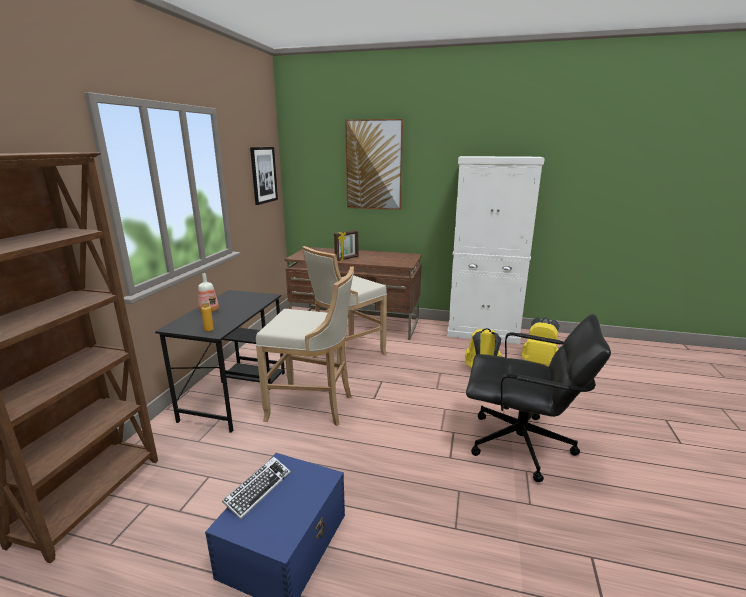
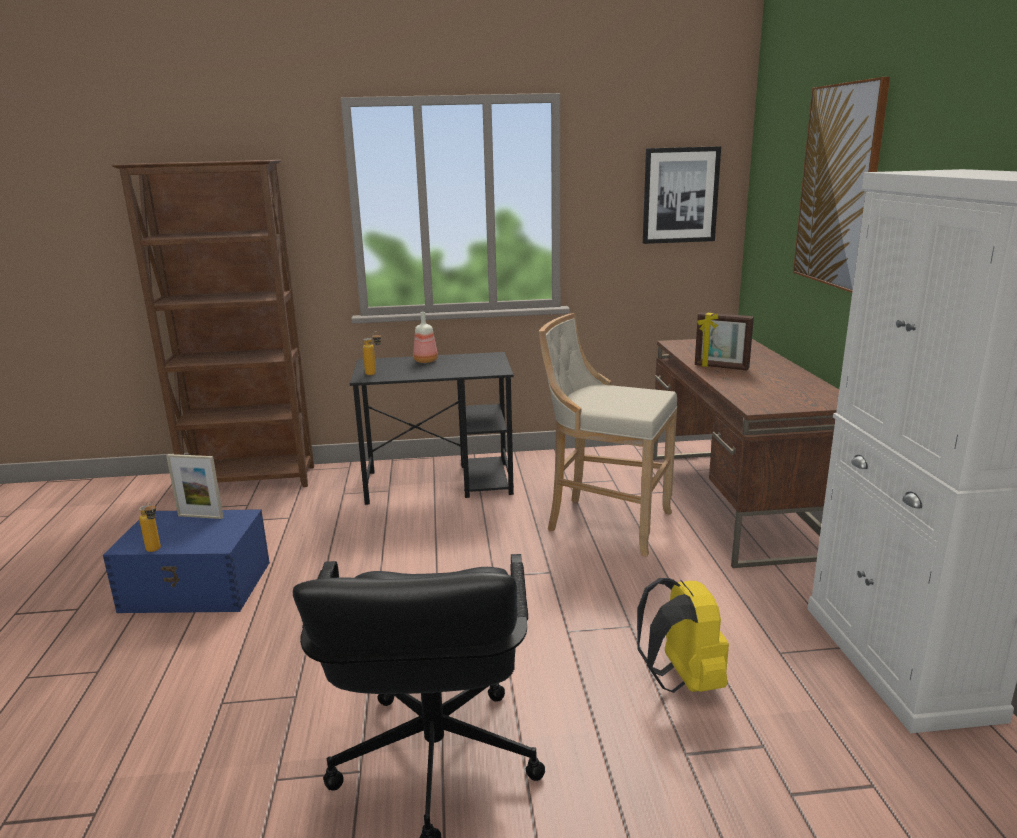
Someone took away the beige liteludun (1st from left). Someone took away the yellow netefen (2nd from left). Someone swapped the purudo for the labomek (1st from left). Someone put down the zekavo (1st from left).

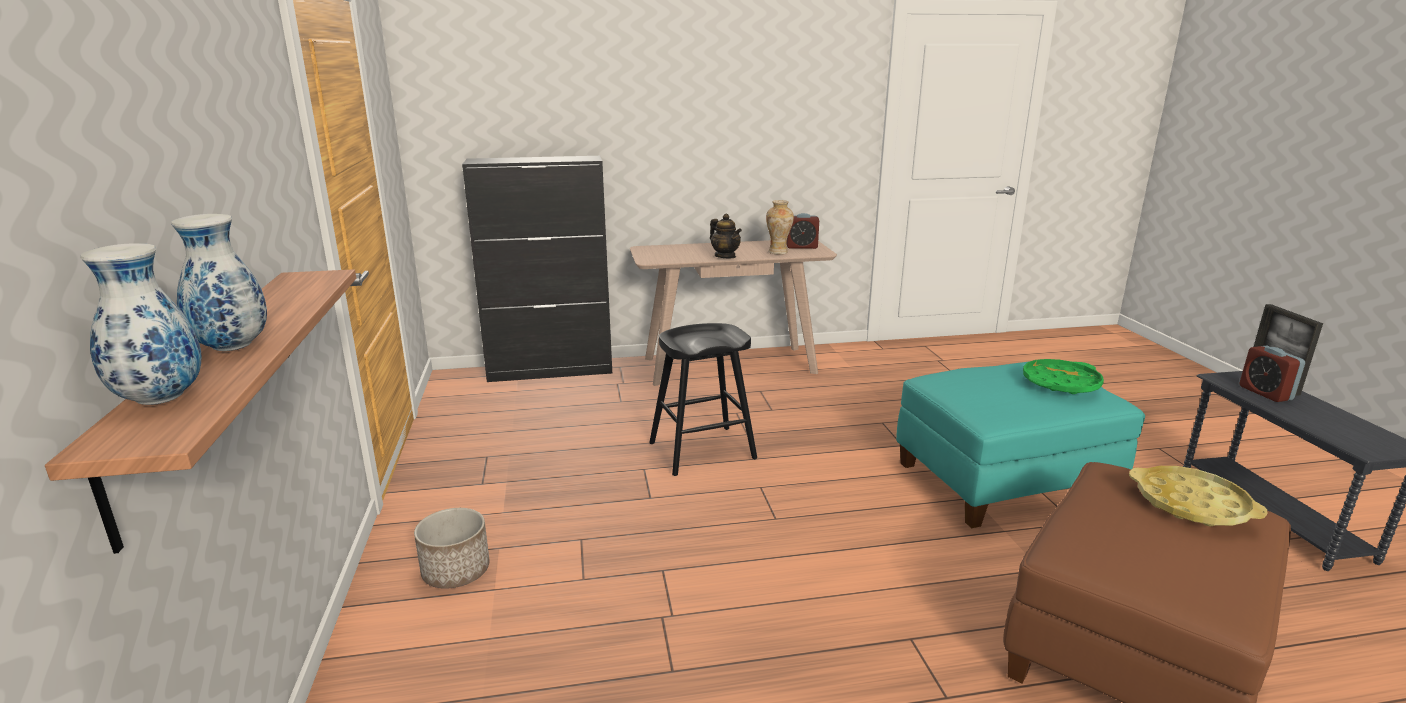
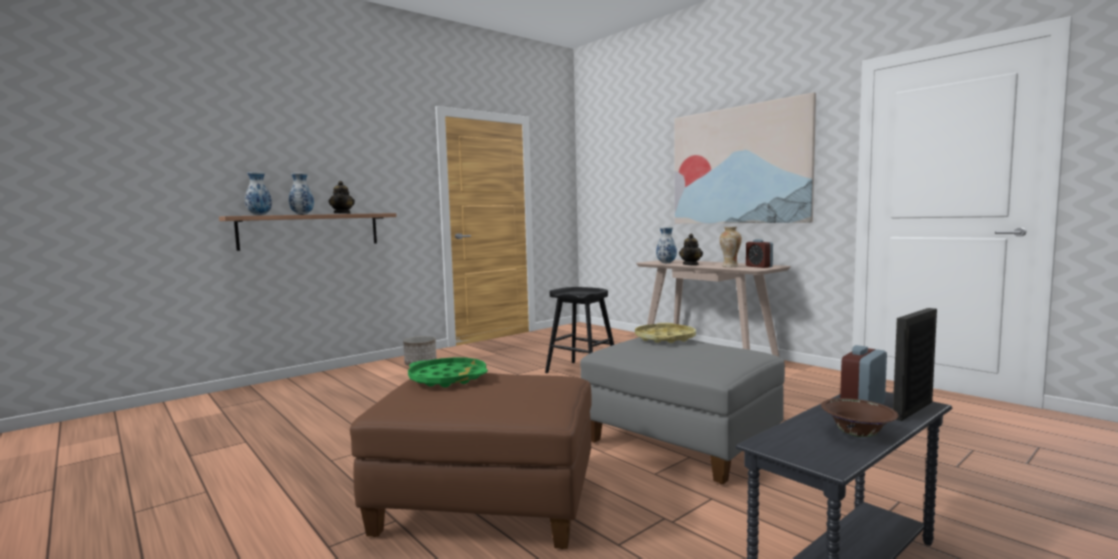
Someone took away the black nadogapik. Someone carried the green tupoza. Someone repainted the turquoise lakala, which became the grey lakala. Someone carried the yellow tupoza. Someone put up the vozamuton. Someone put down the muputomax (1st from left). Someone put down the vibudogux (3rd from left). Someone put down the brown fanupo.

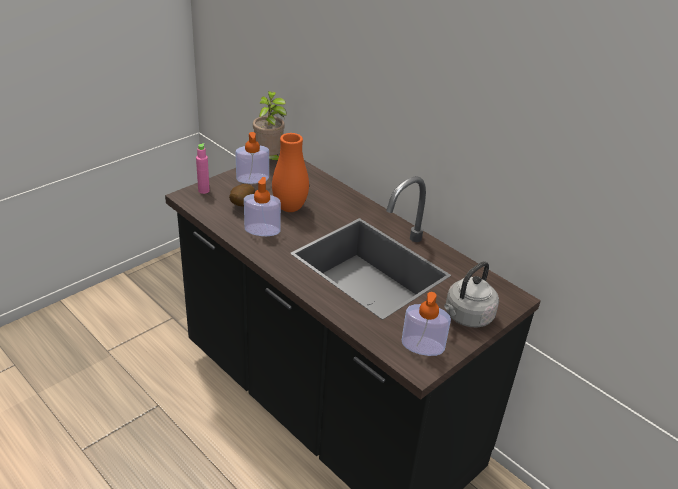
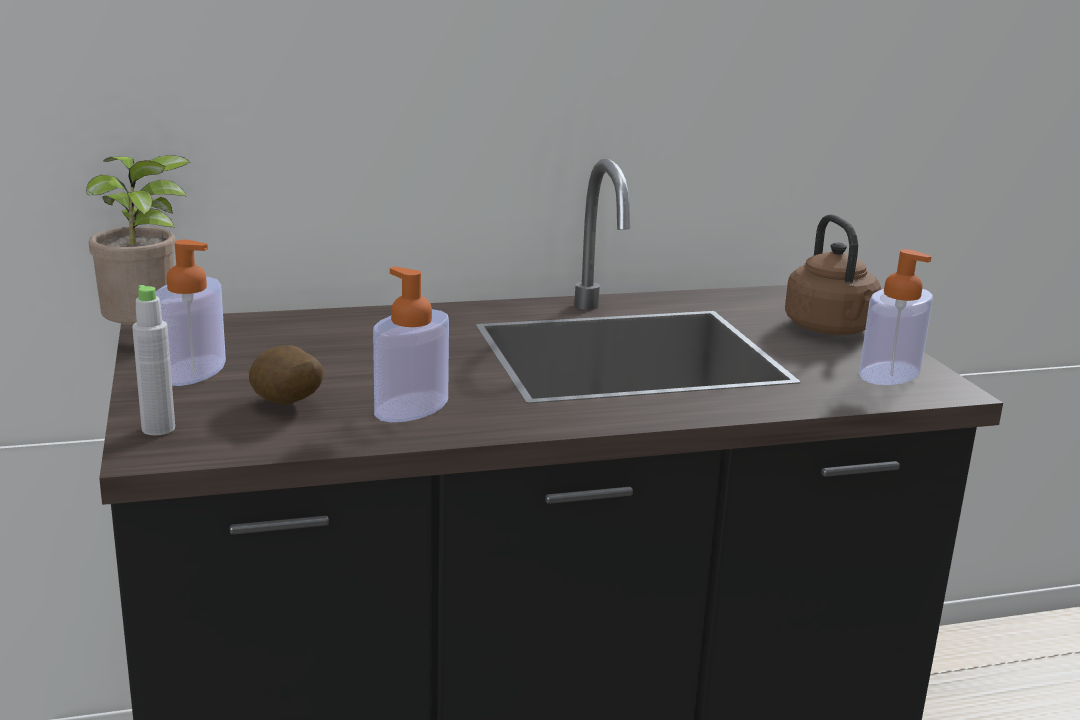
Someone took away the orange vibudogux. Someone repainted the pink zekavo, which became the grey zekavo. Someone repainted the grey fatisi, which became the brown fatisi.

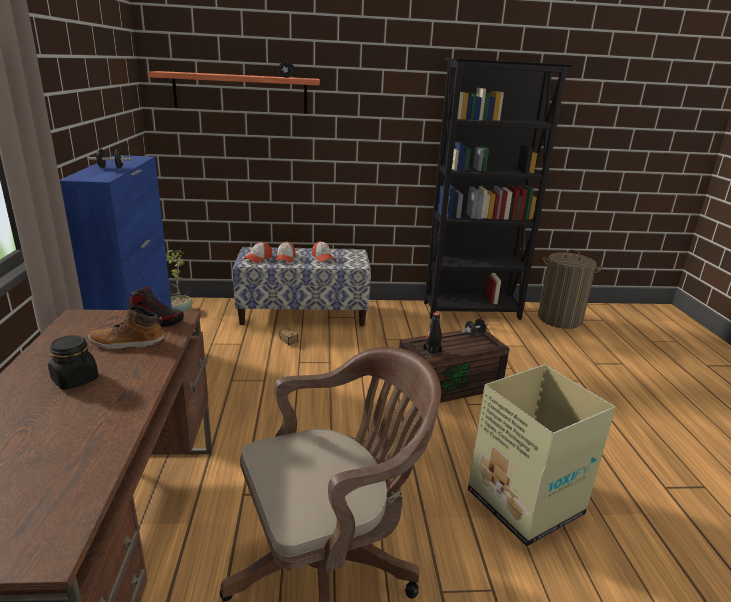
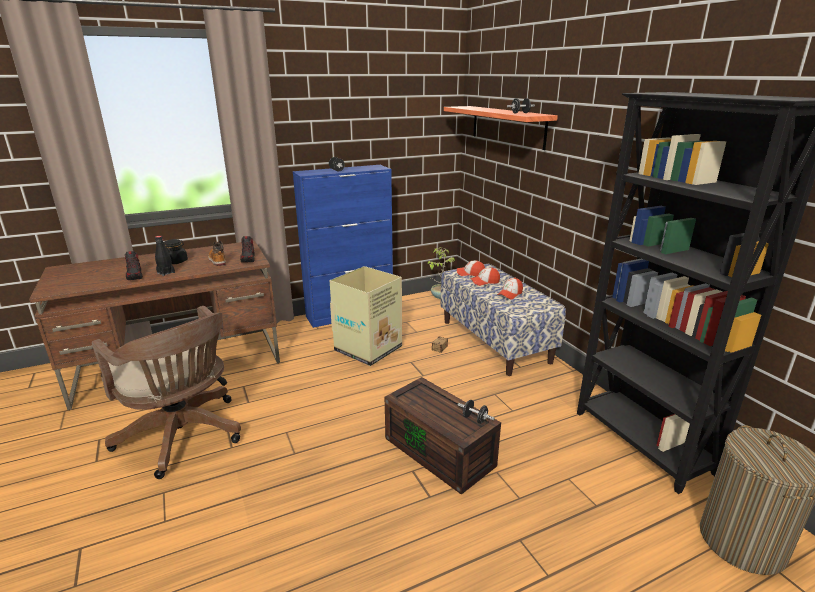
Someone carried the black zekavo. Someone carried the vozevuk. Someone put down the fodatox (1st from left).

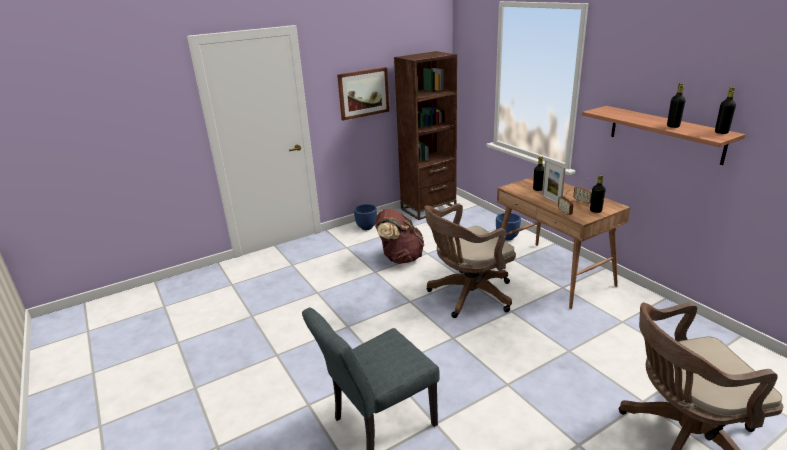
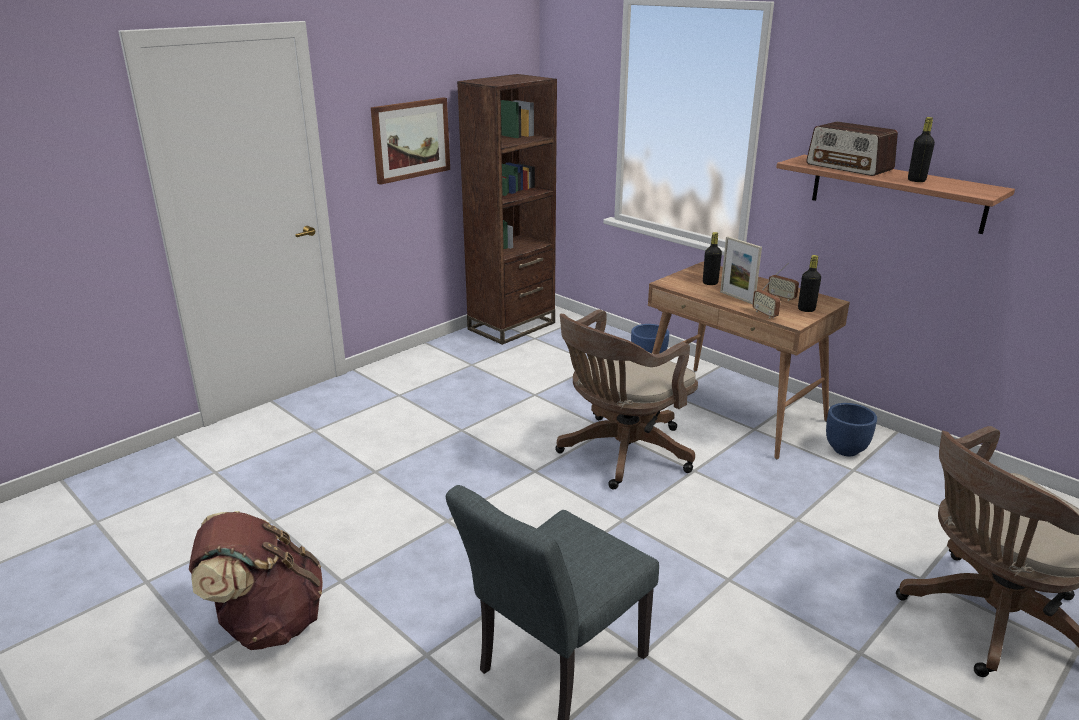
Someone took away the black zekavo (4th from left). Someone carried the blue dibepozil (1st from left in the first image). Someone carried the brown netefen. Someone put down the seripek (3rd from left).

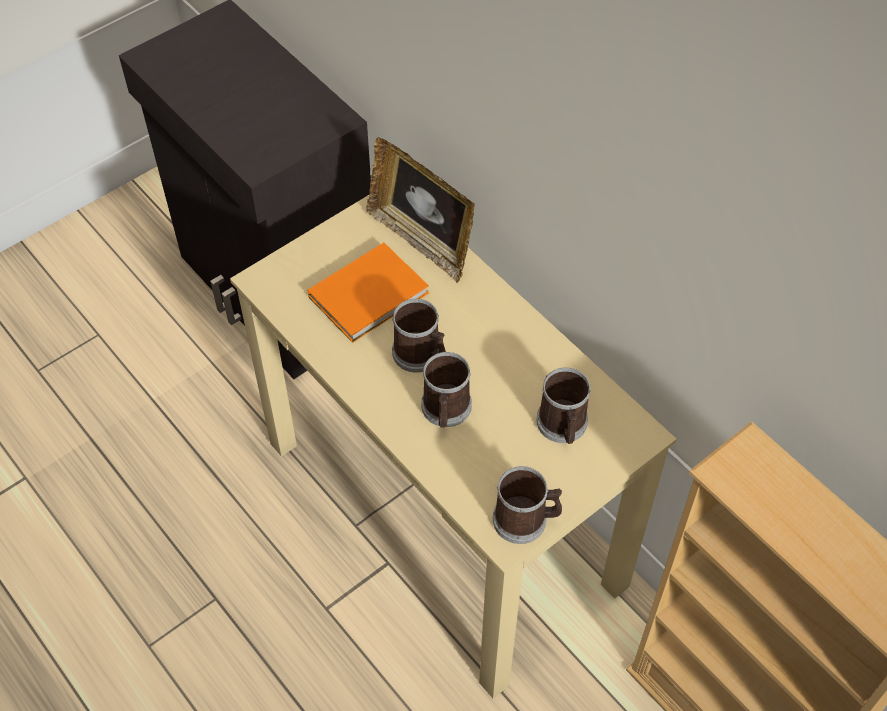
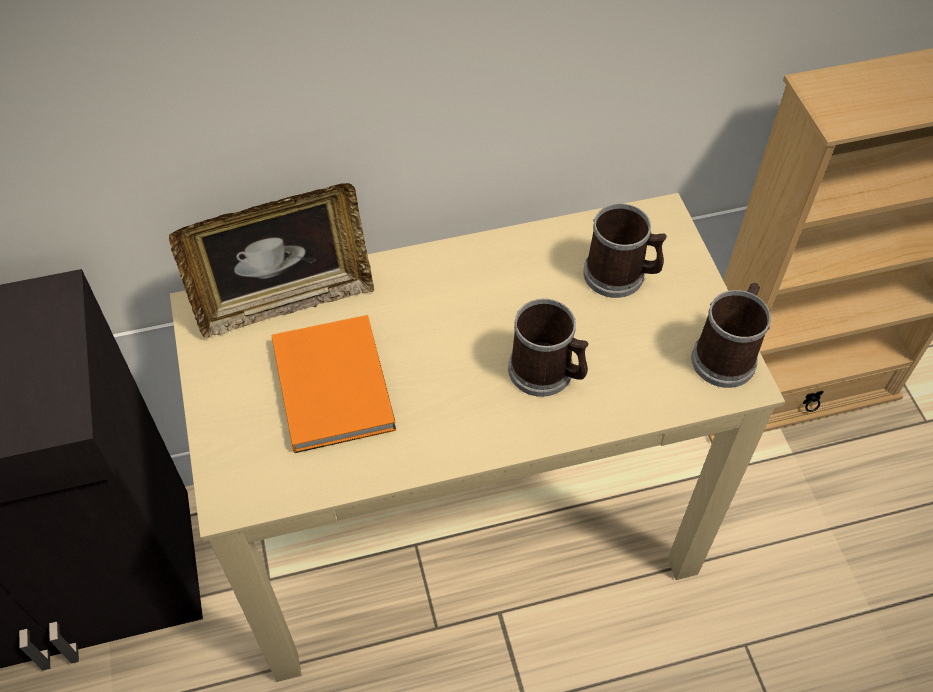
Someone took away the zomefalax (1st from left).

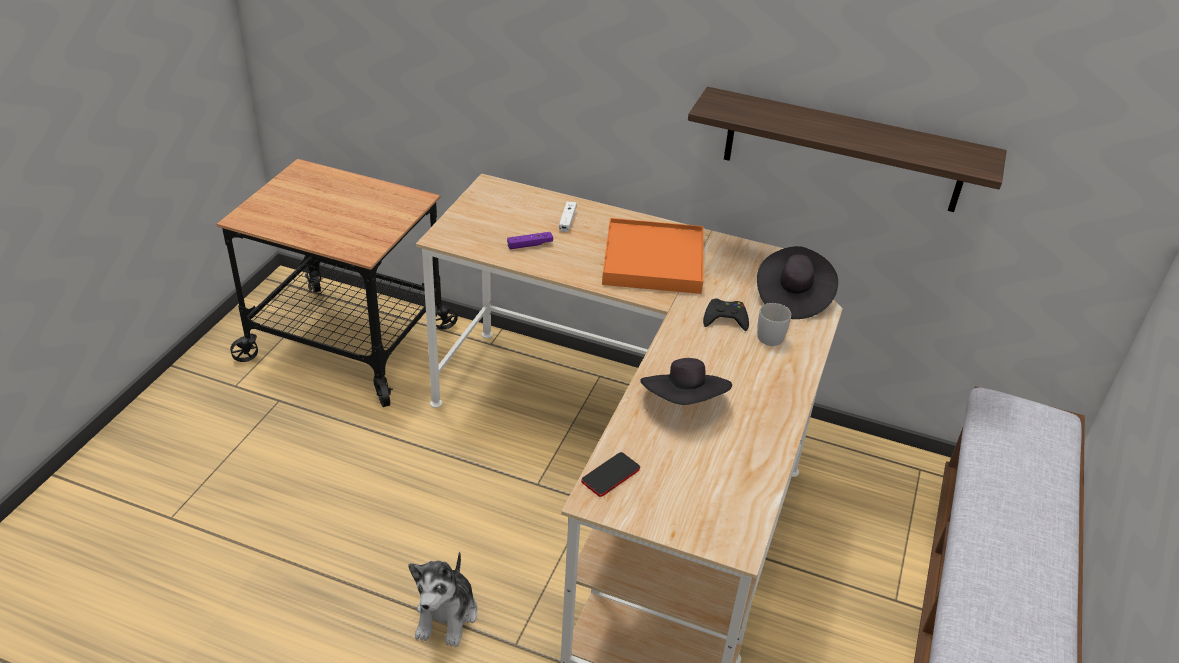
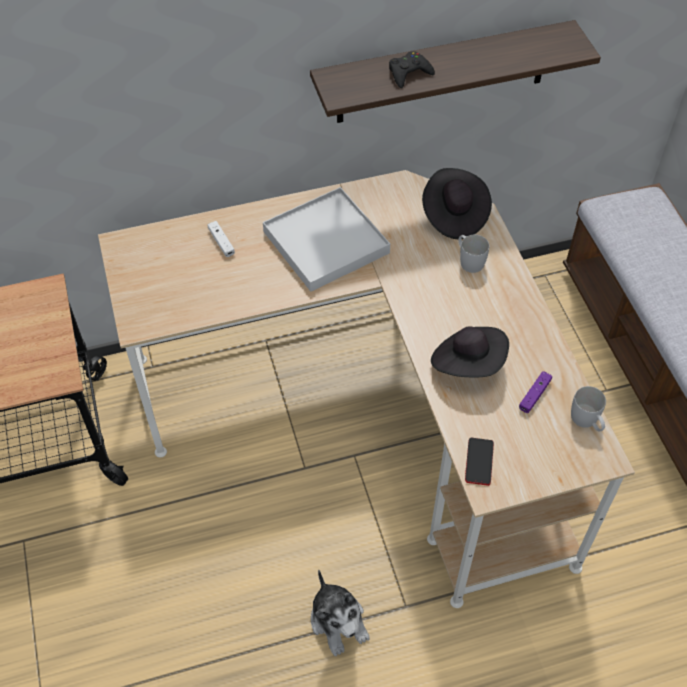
Someone repainted the orange tupoza, which became the white tupoza. Someone carried the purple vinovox. Someone carried the black vinovox. Someone put down the white zomefalax (2nd from left).

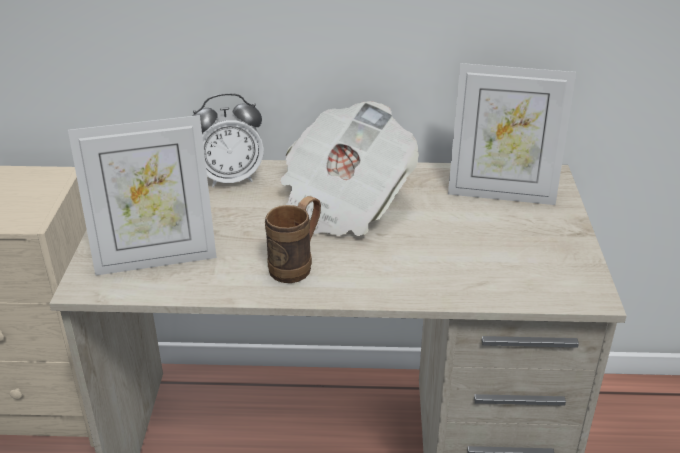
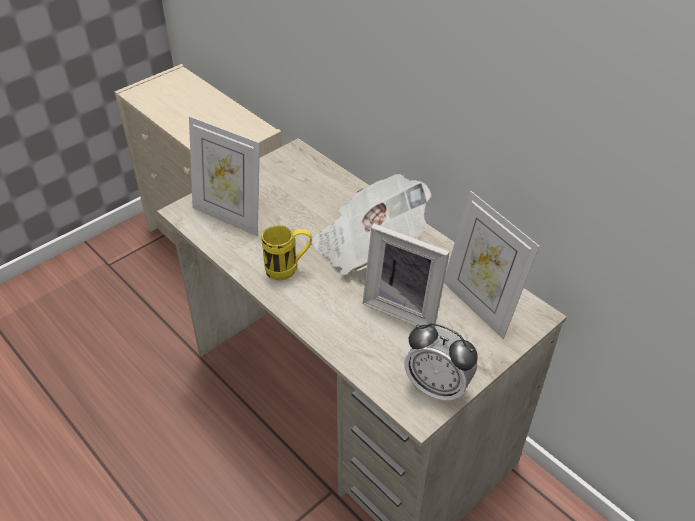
Someone carried the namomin. Someone repainted the brown zomefalax, which became the yellow zomefalax. Someone put down the labomek (2nd from left).

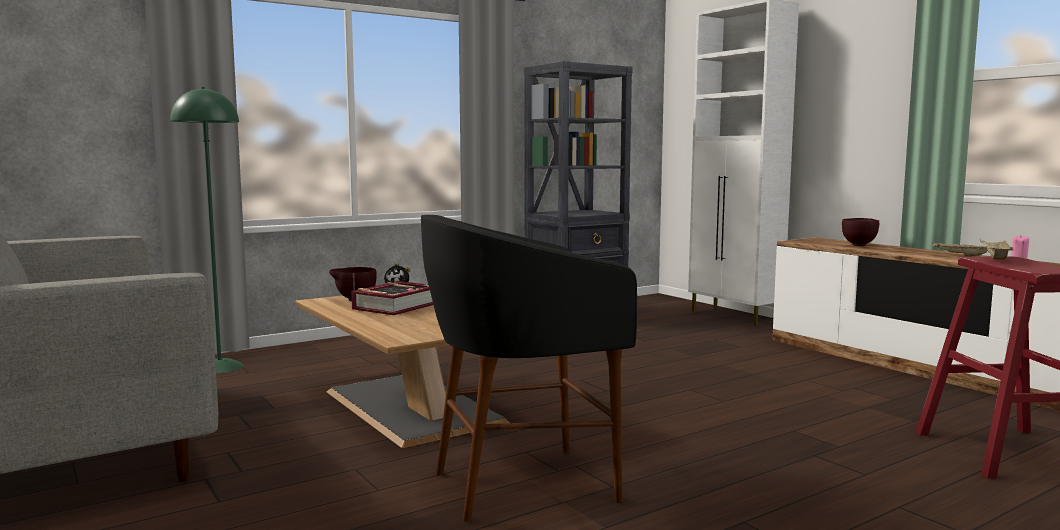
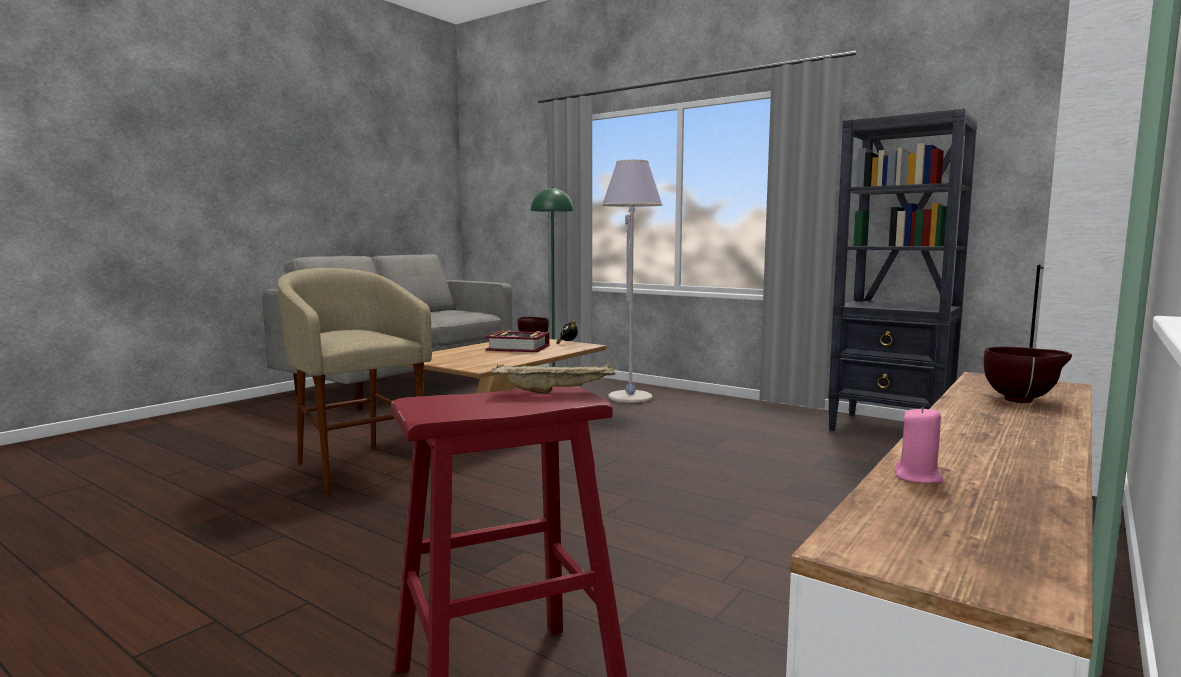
Someone repainted the black liteludun, which became the beige liteludun. Someone took away the beige tupoza (1st from left). Someone put down the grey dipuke.

